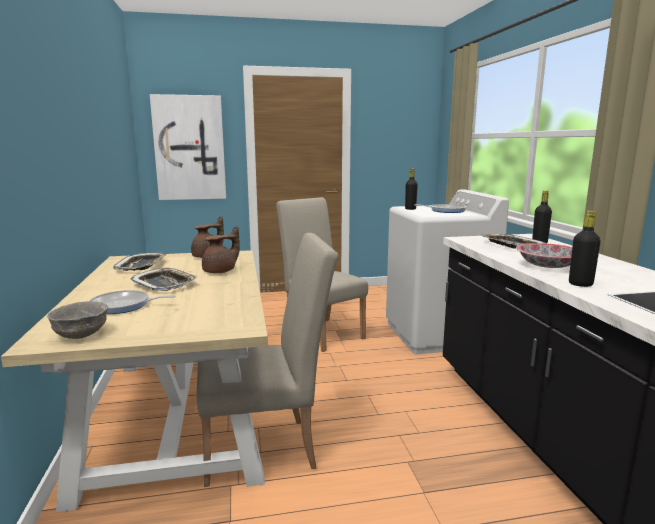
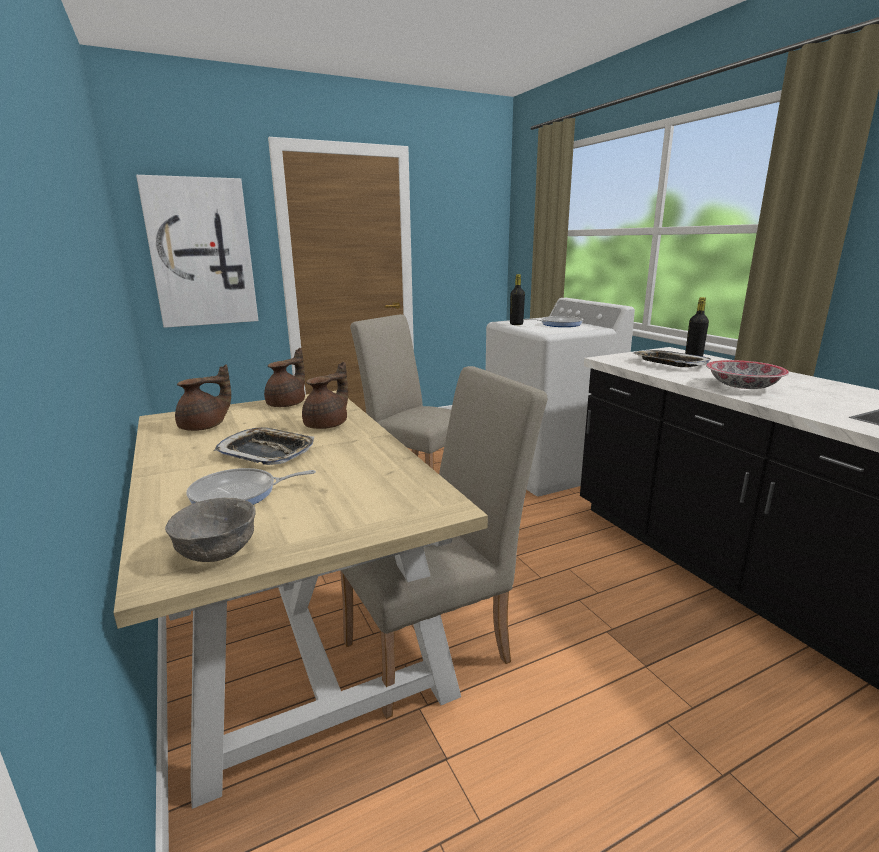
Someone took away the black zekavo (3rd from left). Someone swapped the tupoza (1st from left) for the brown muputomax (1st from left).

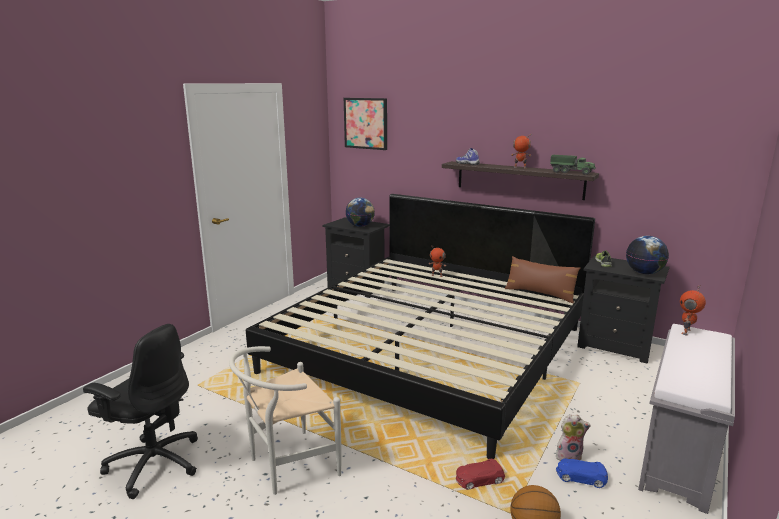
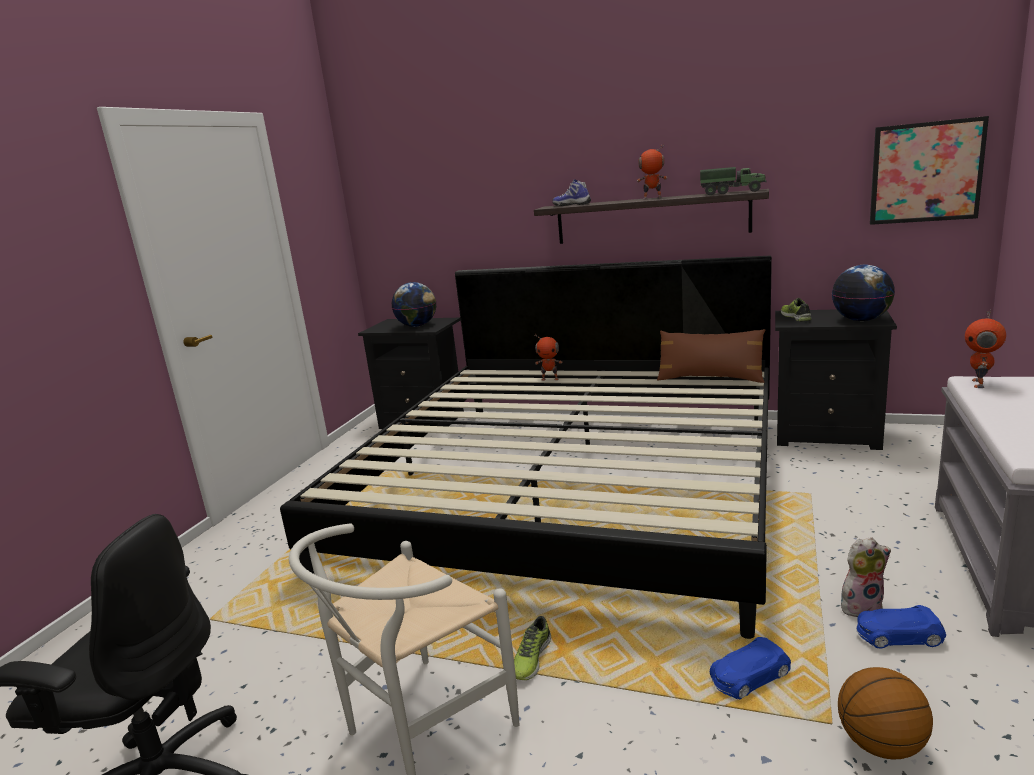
Someone carried the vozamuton. Someone repainted the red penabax, which became the blue penabax (1st from left). Someone put down the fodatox (1st from left).

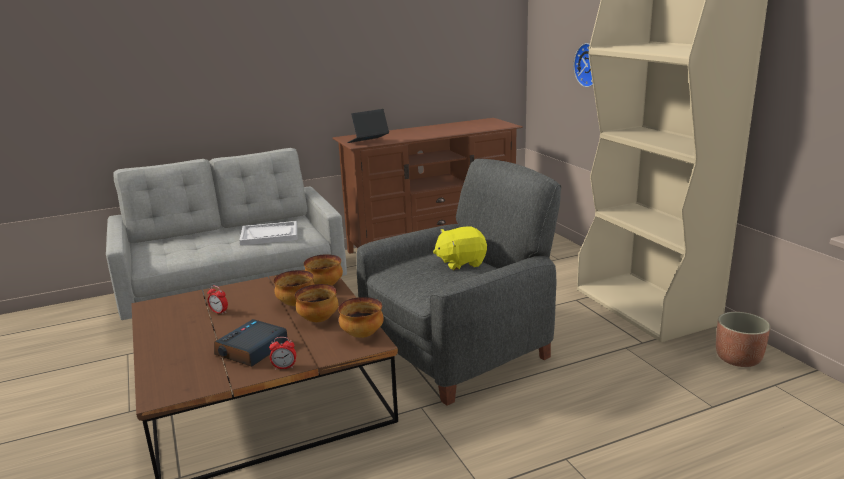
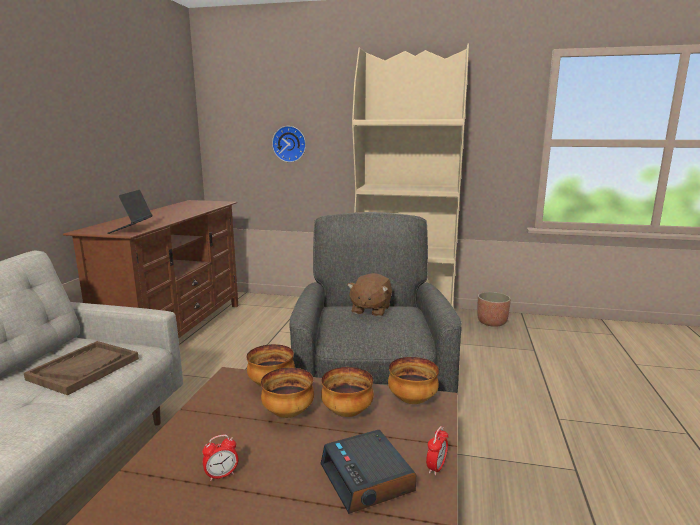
Someone repainted the white tupoza, which became the brown tupoza. Someone repainted the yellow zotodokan, which became the brown zotodokan.

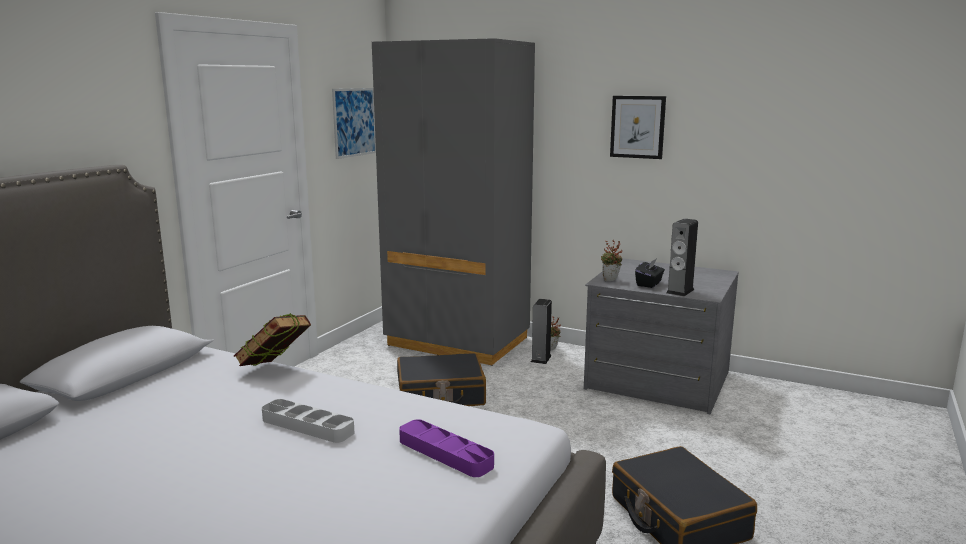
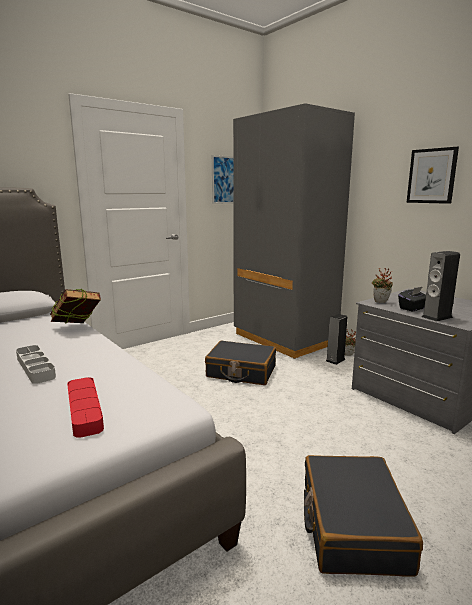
Someone repainted the purple tupoza, which became the red tupoza.

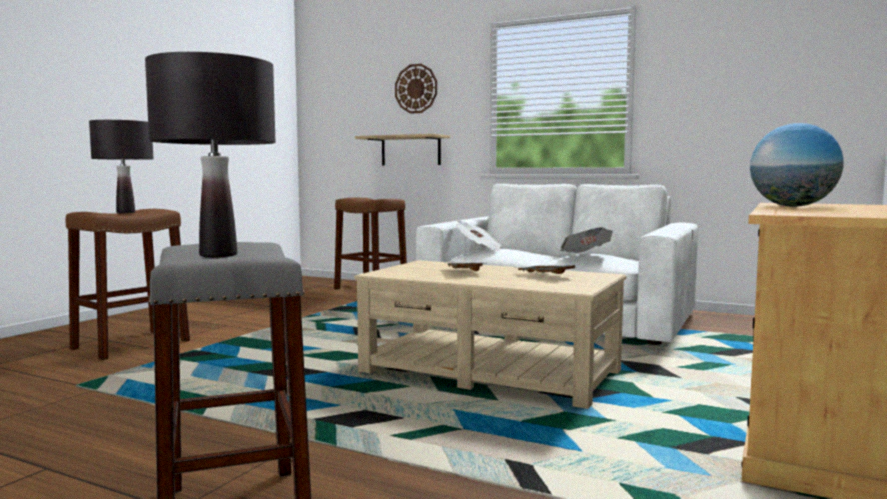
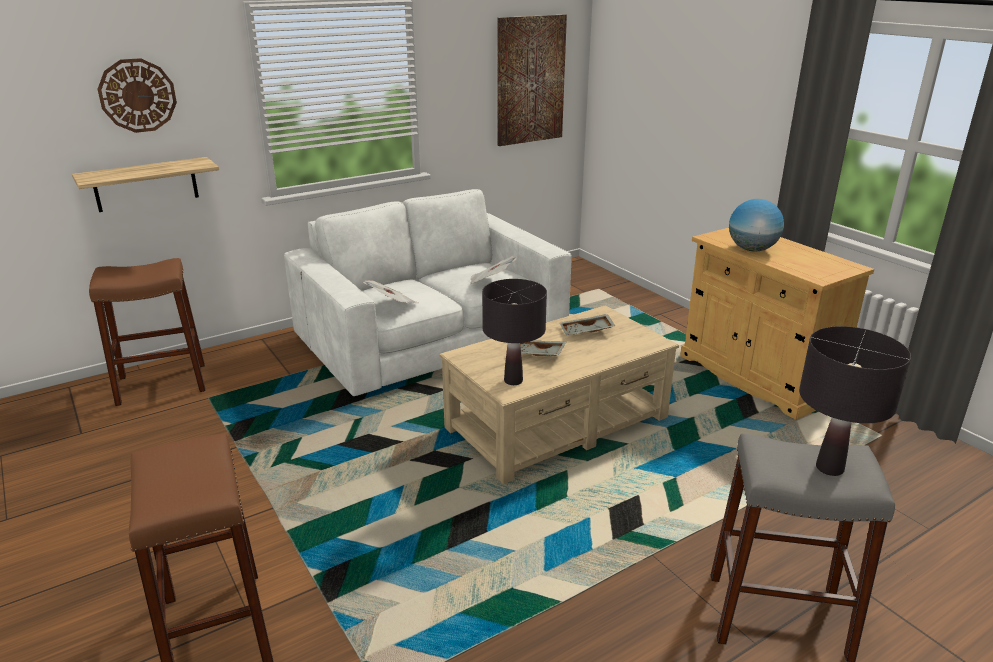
Someone carried the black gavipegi (1st from left). Someone put up the vozamuton.

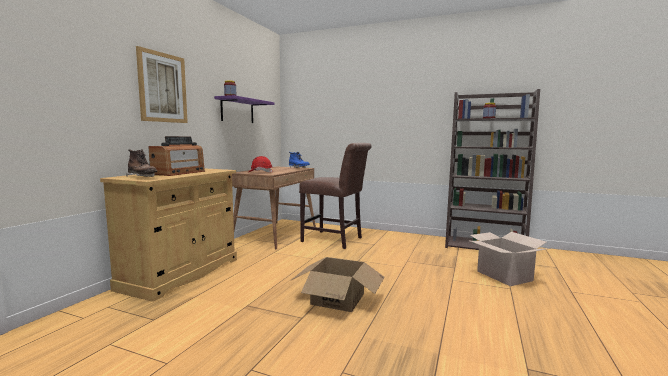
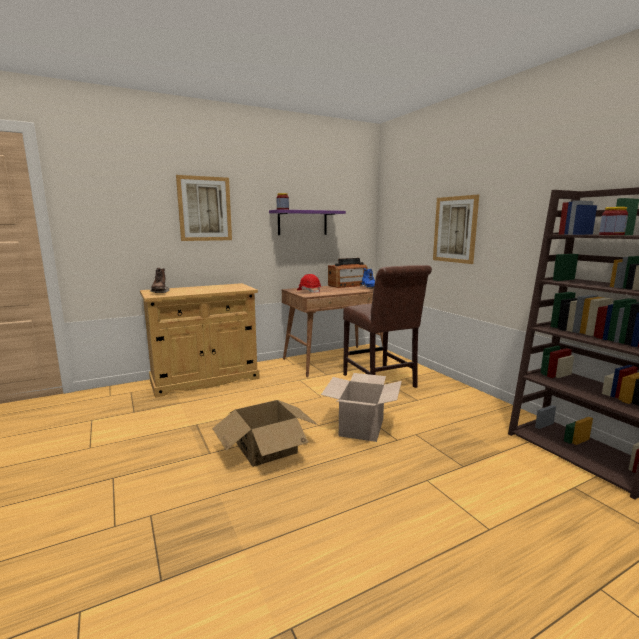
Someone carried the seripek. Someone carried the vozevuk (2nd from left). Someone put up the vozamuton (2nd from left).

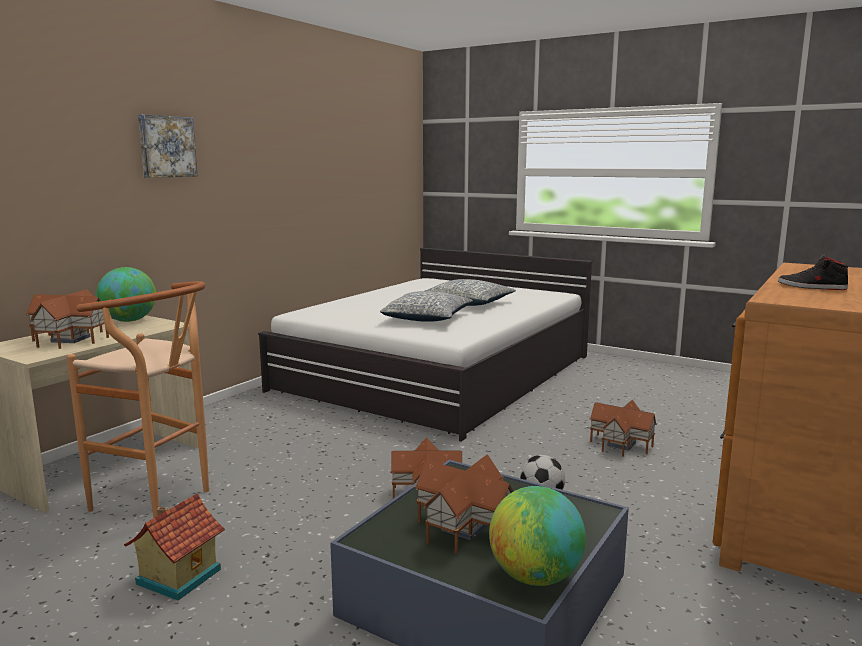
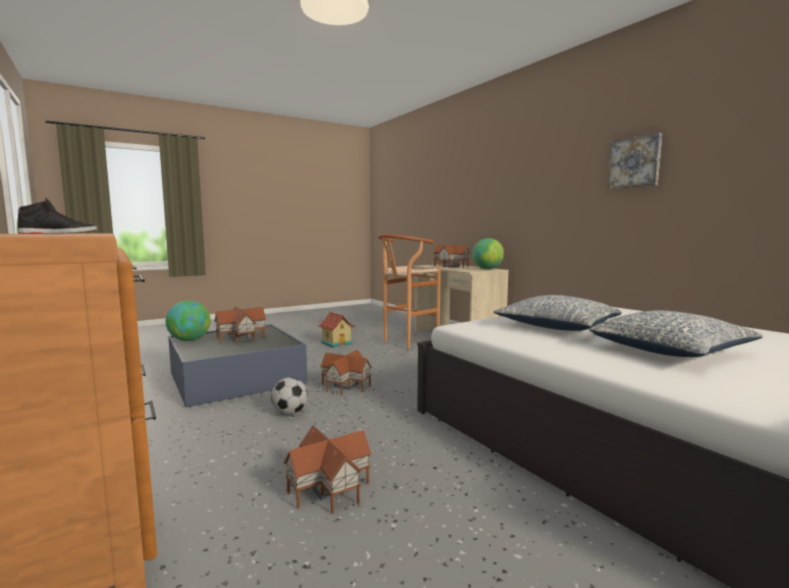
Someone carried the vozamuton.

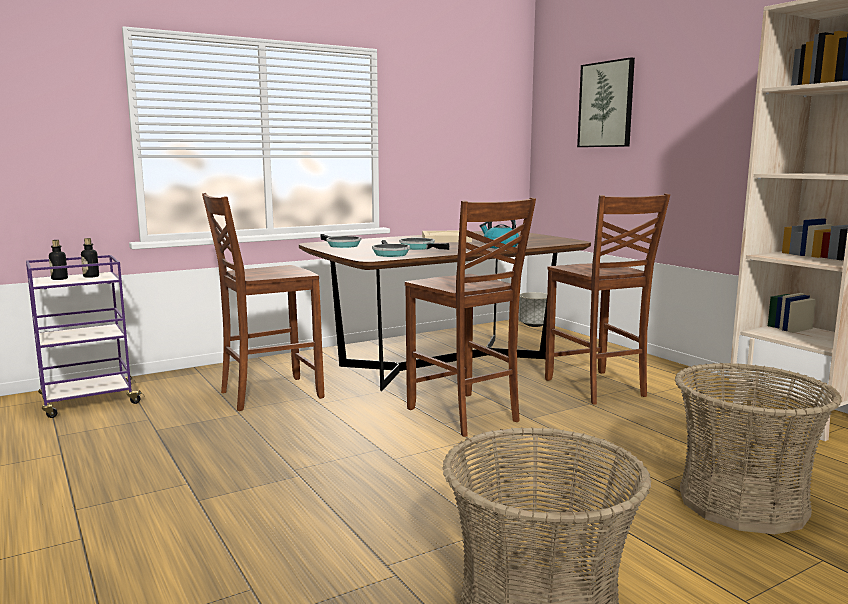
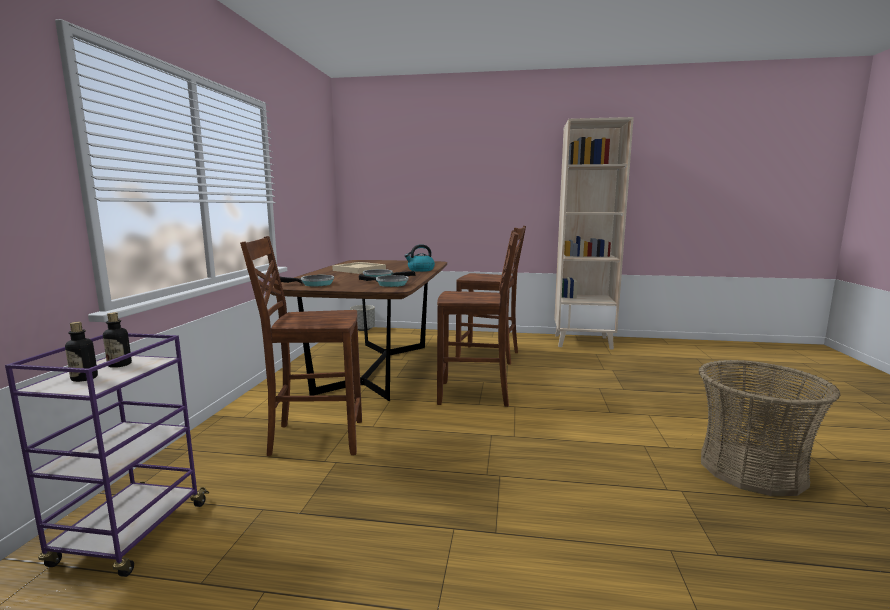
Someone took away the vozamuton. Someone rotated the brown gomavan (1st from left) by 75 degrees clockwise. Someone took away the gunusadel (2nd from left).

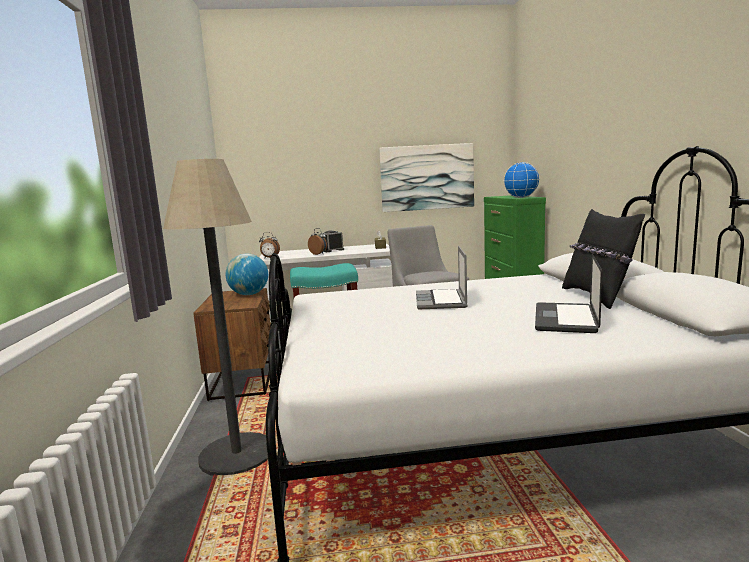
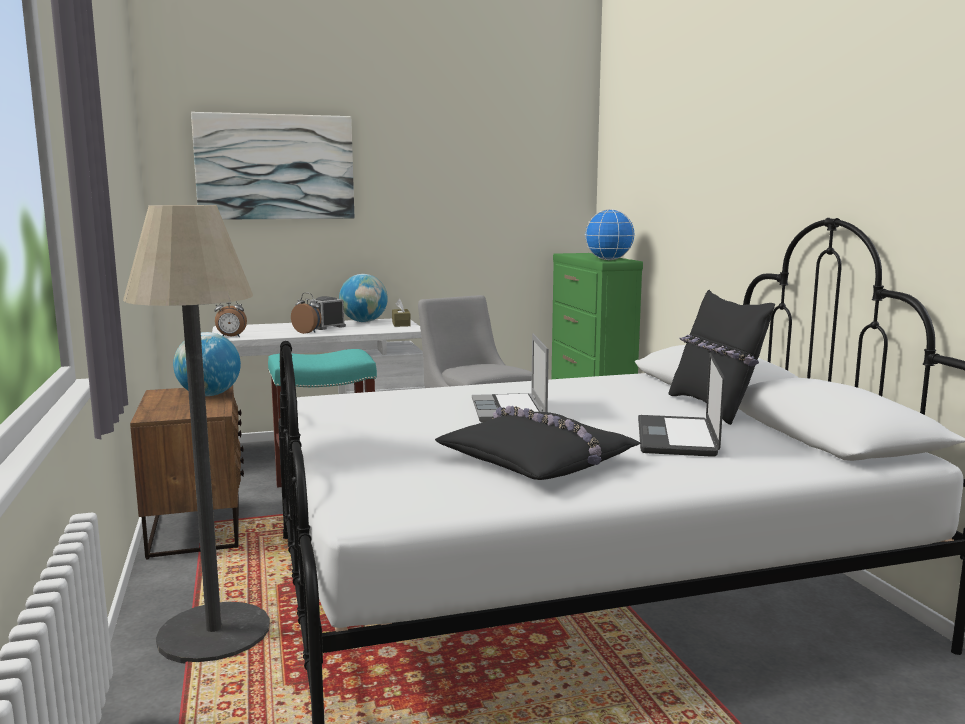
Someone carried the vozamuton. Someone put down the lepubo (2nd from left). Someone put down the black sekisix (1st from left).

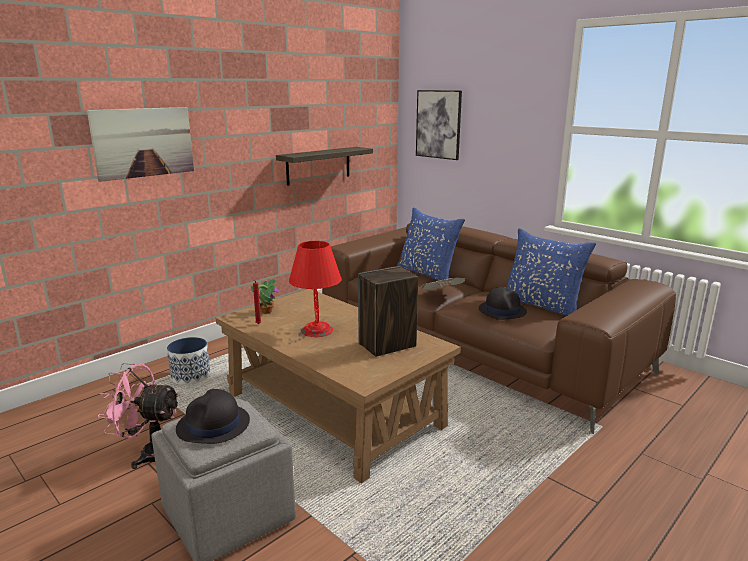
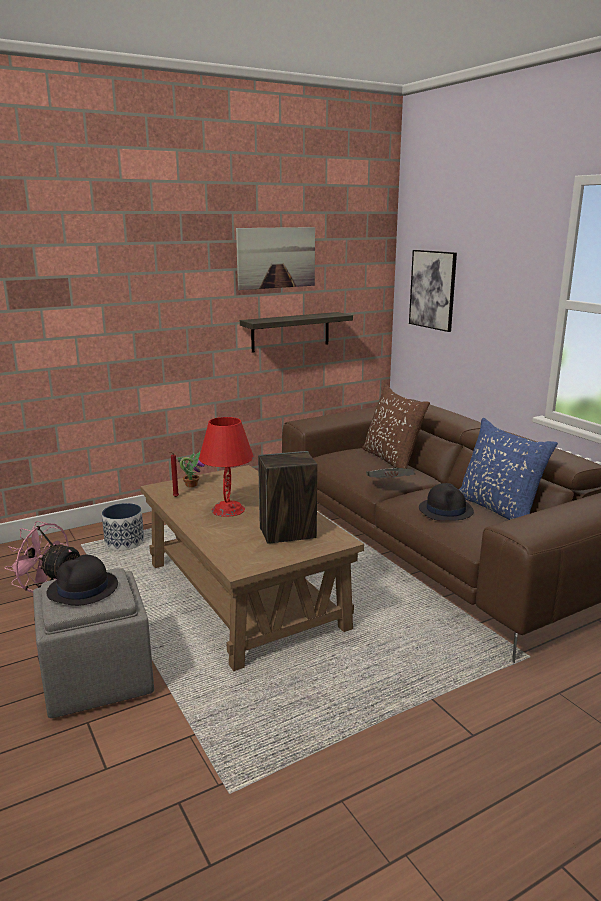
Someone carried the vozamuton (1st from left). Someone repainted the blue sekisix (1st from left), which became the brown sekisix.

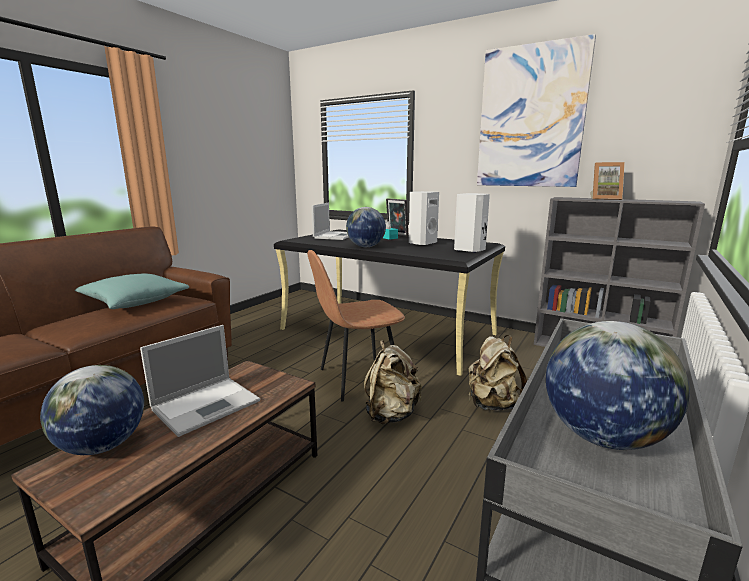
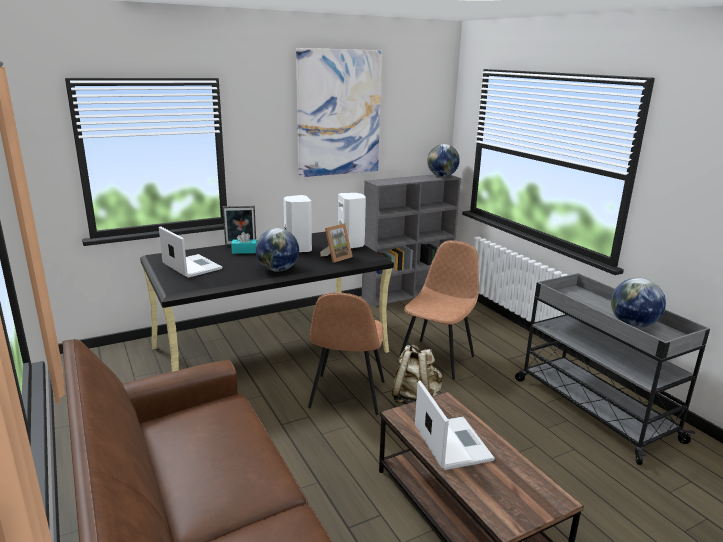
Someone carried the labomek (2nd from left). Someone took away the turquoise sekisix. Someone swapped the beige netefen (2nd from left) for the brown gomavan (2nd from left). Someone carried the lepubo (1st from left in the first image).

